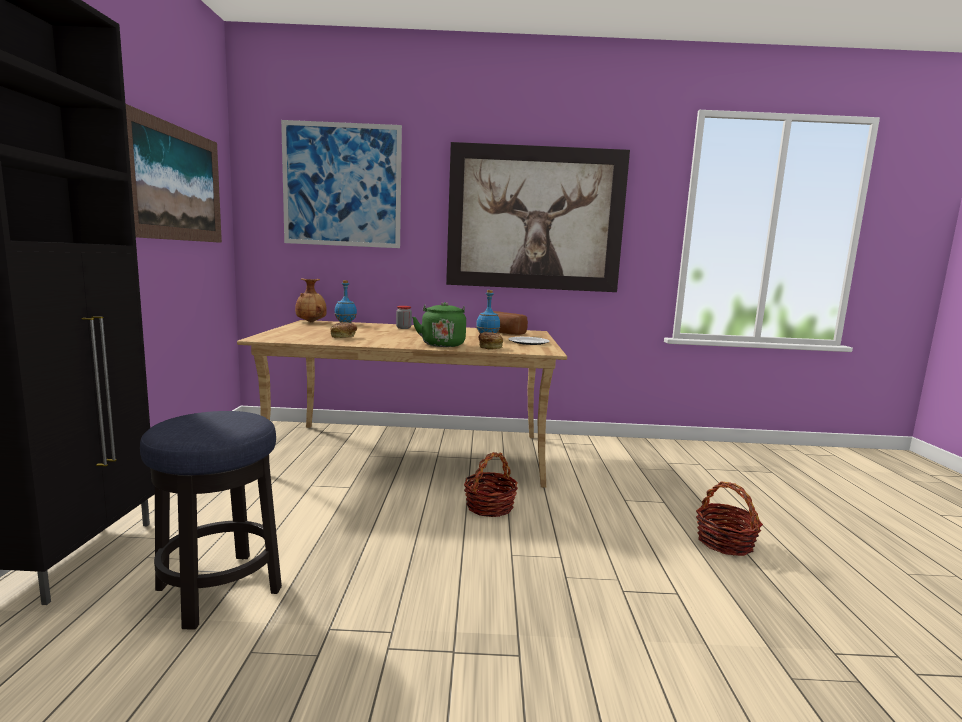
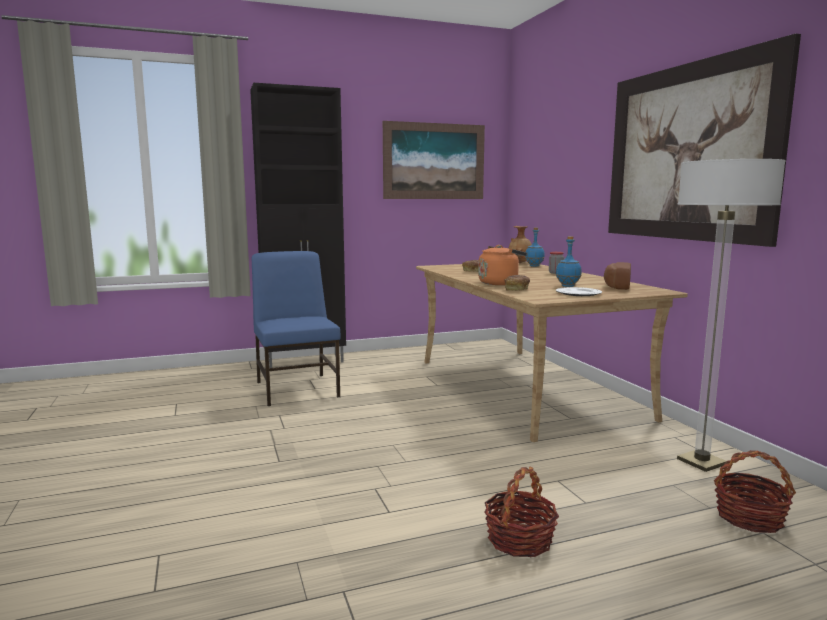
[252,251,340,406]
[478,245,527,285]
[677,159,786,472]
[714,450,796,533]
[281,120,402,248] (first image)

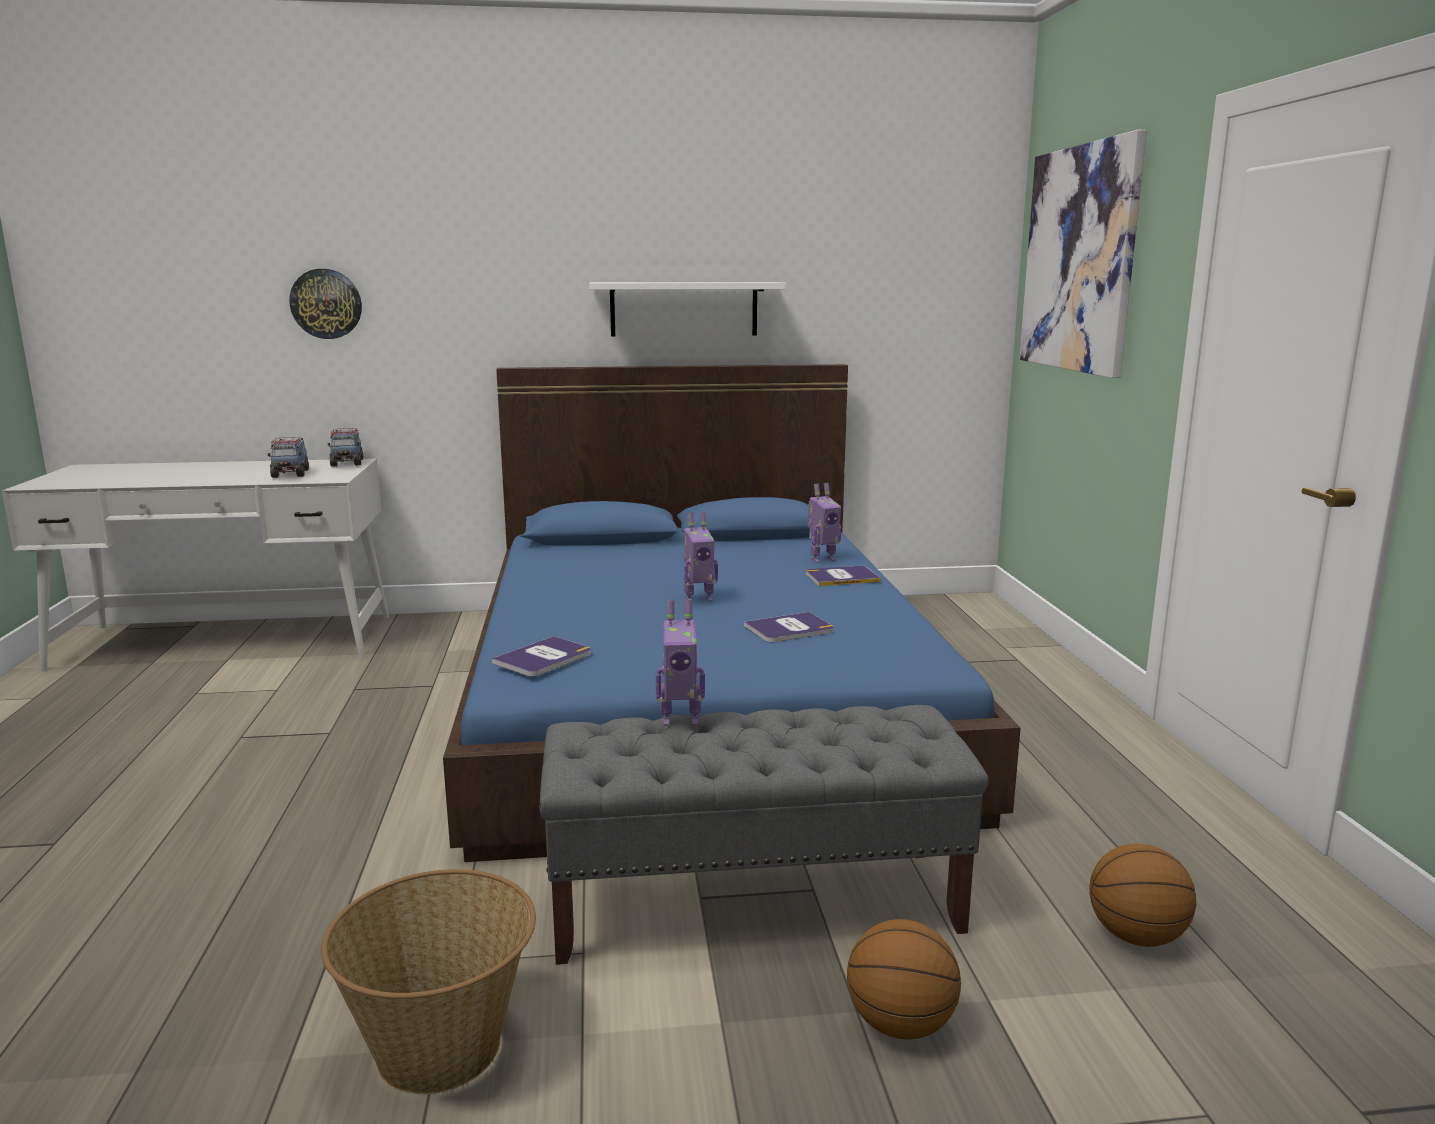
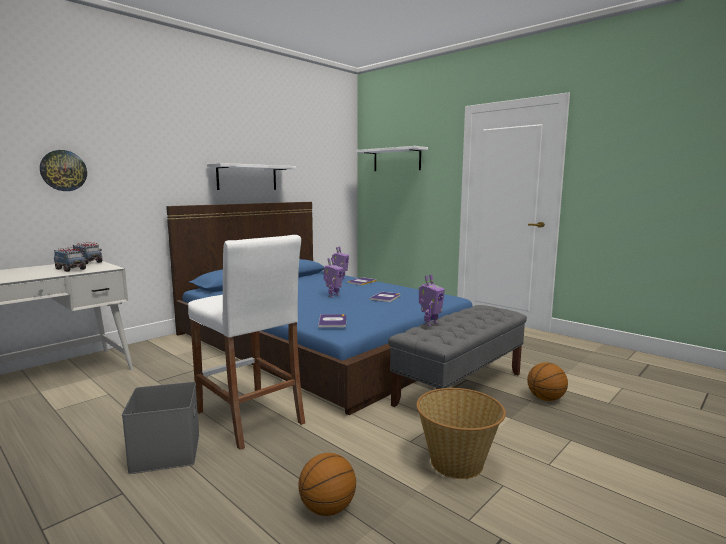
[122,382,200,474]
[188,235,305,450]
[299,453,356,516]
[356,146,428,171]

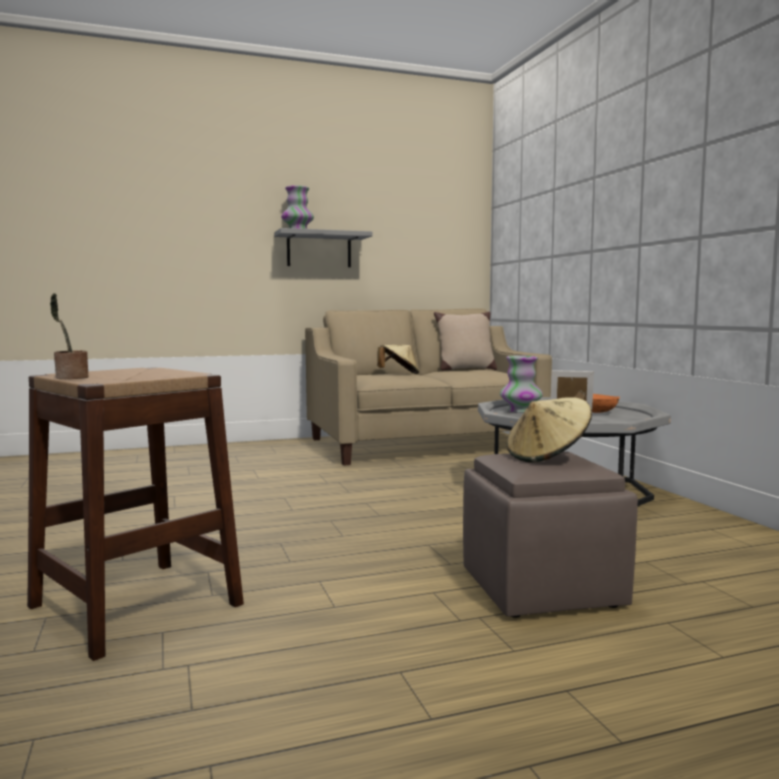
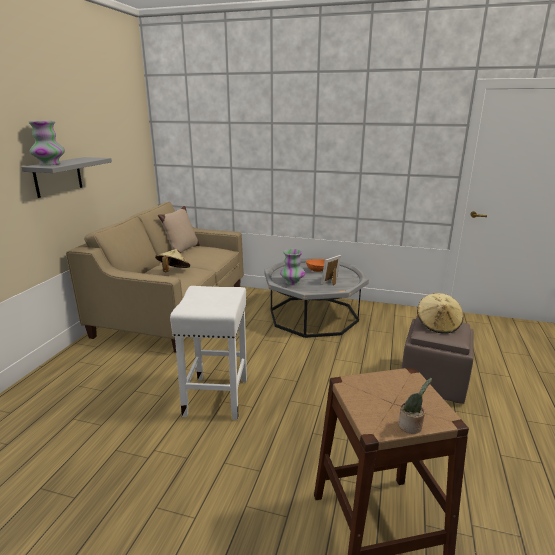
[170,286,247,420]

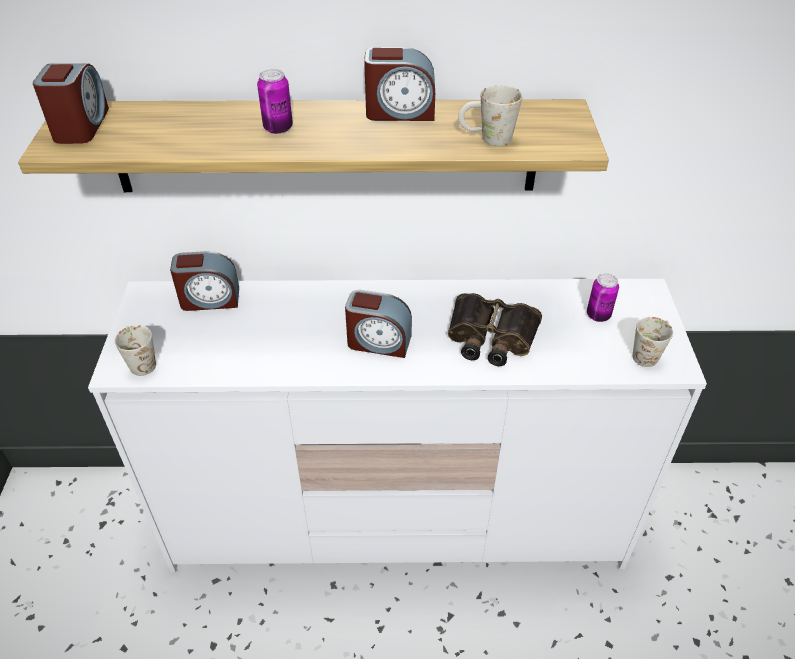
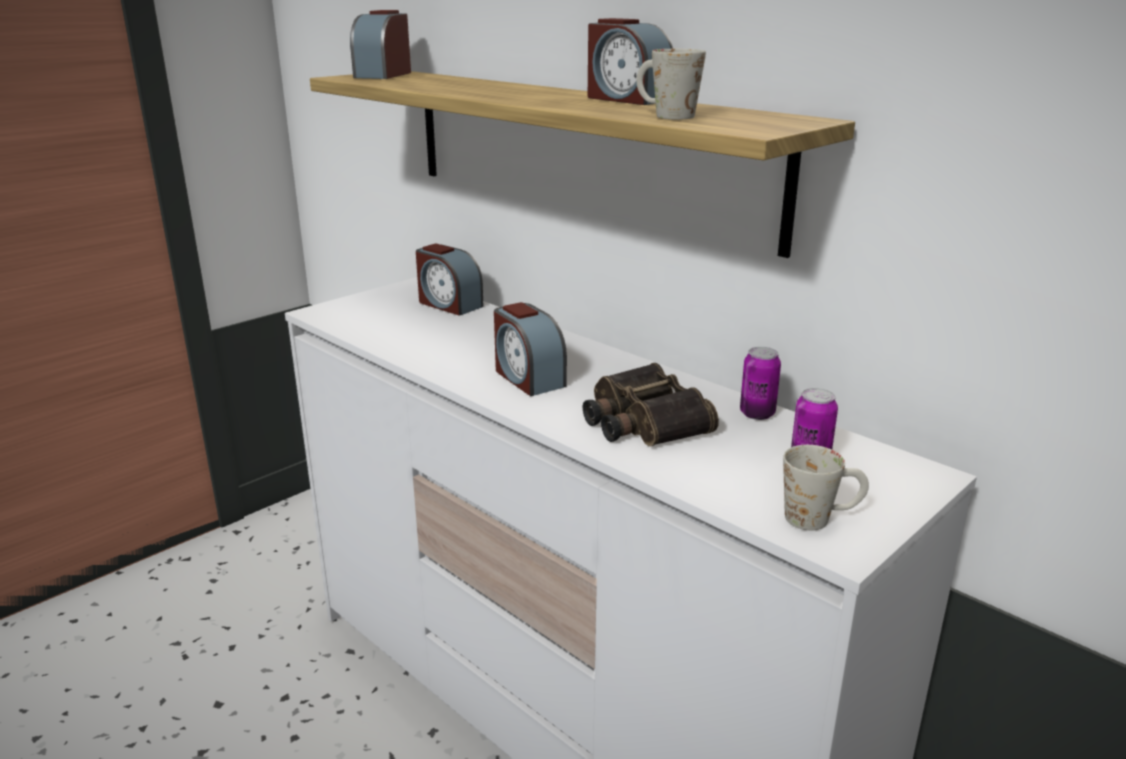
[350,10,411,79]
[740,347,781,420]
[115,325,156,376] (first image)

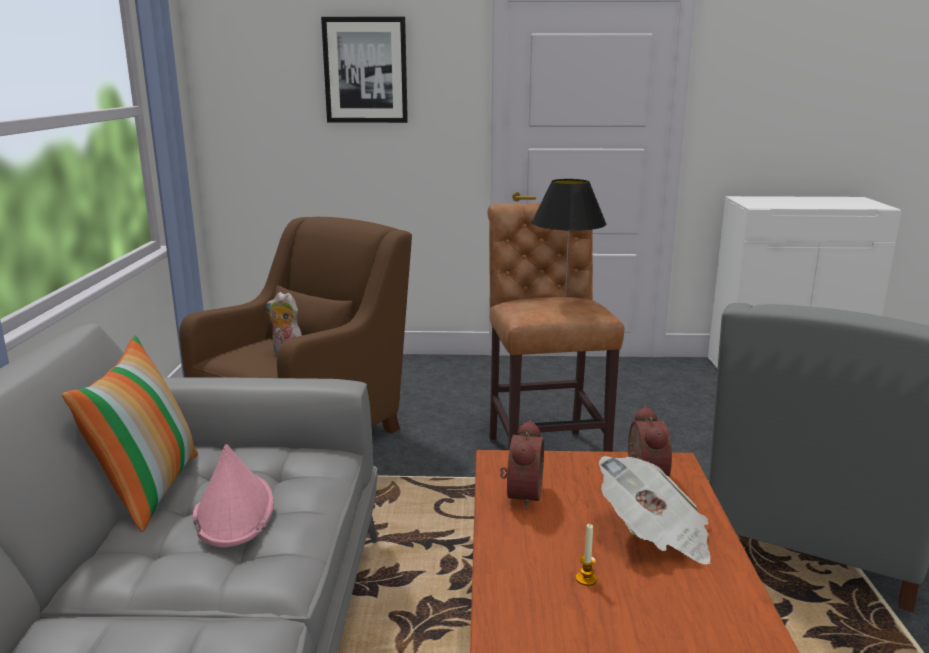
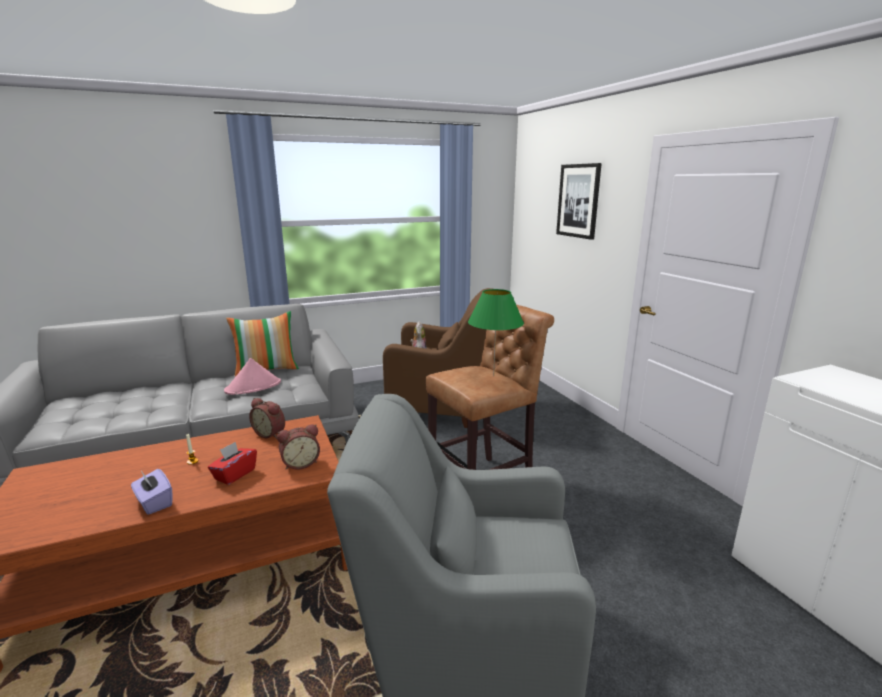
[131,469,173,515]
[208,442,257,485]
[249,398,285,439]
[468,289,524,376]

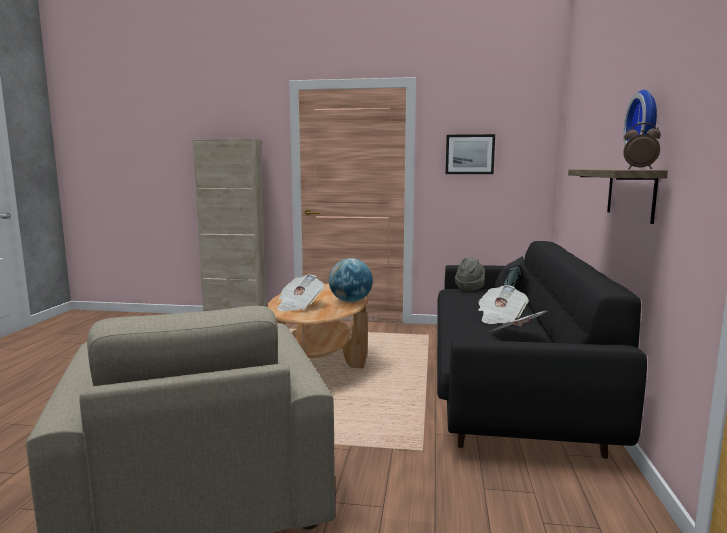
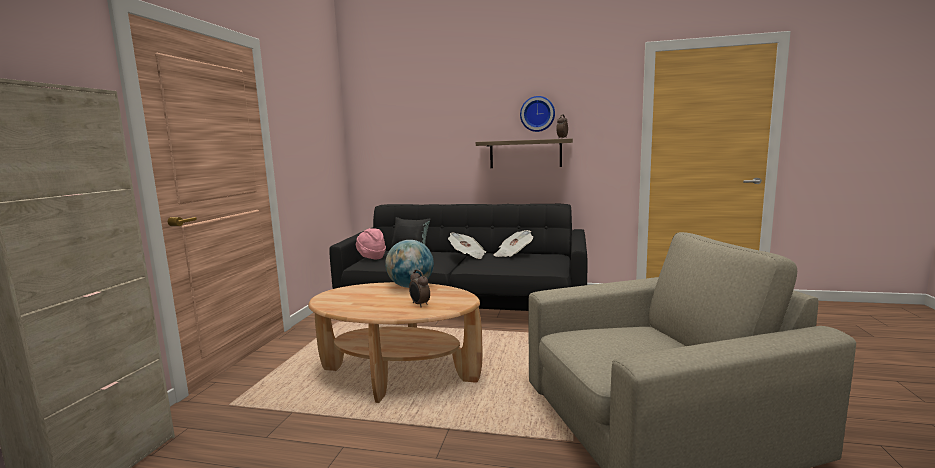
[356,228,386,259]
[409,269,430,307]
[446,134,495,174] (first image)

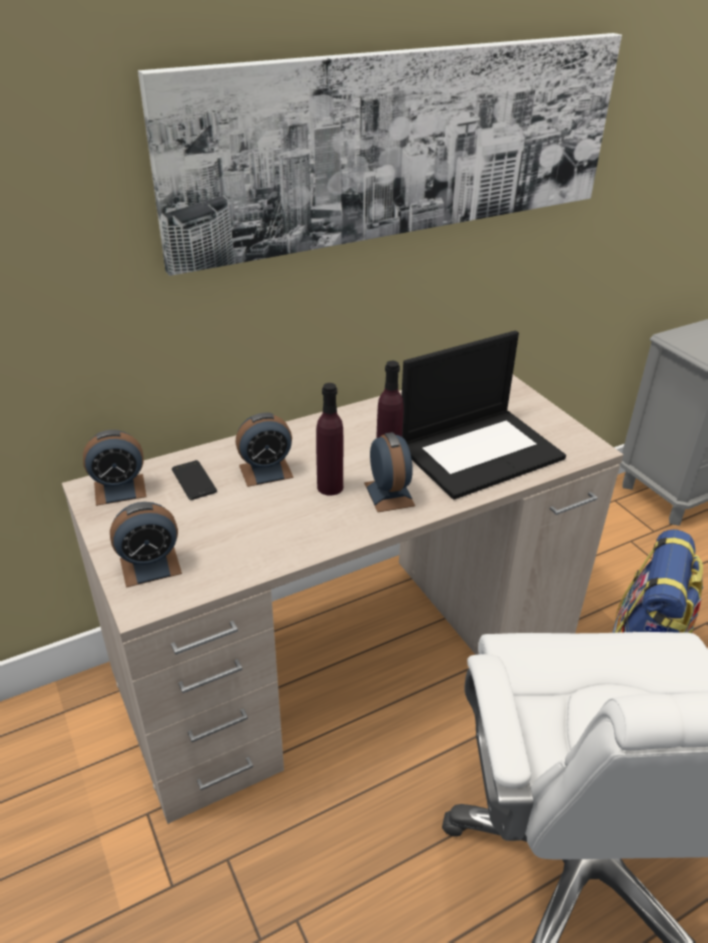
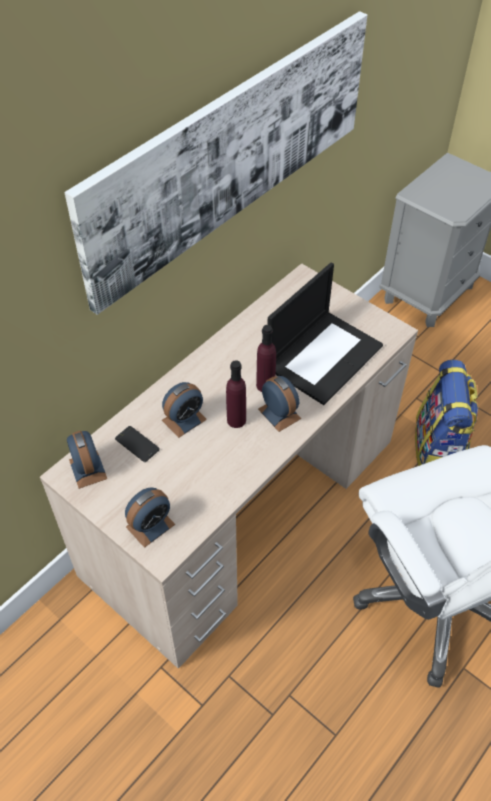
[67,431,107,489]

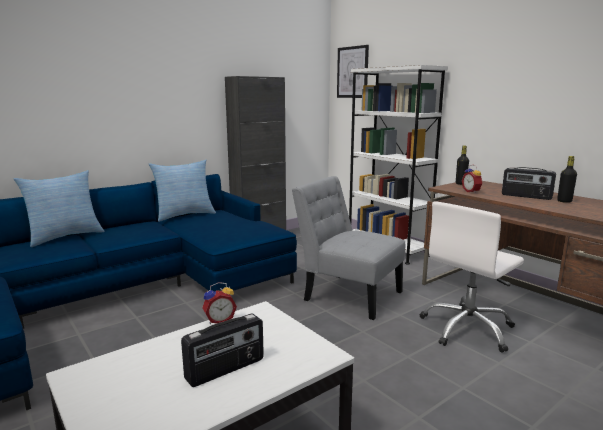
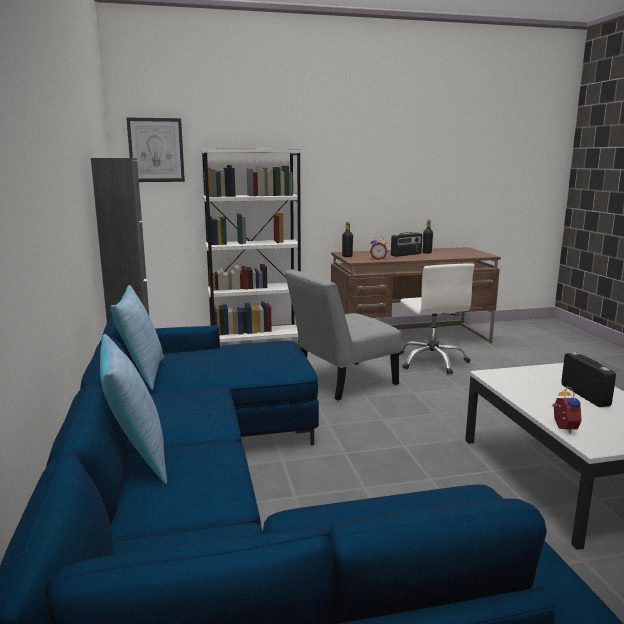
[552,386,582,434]

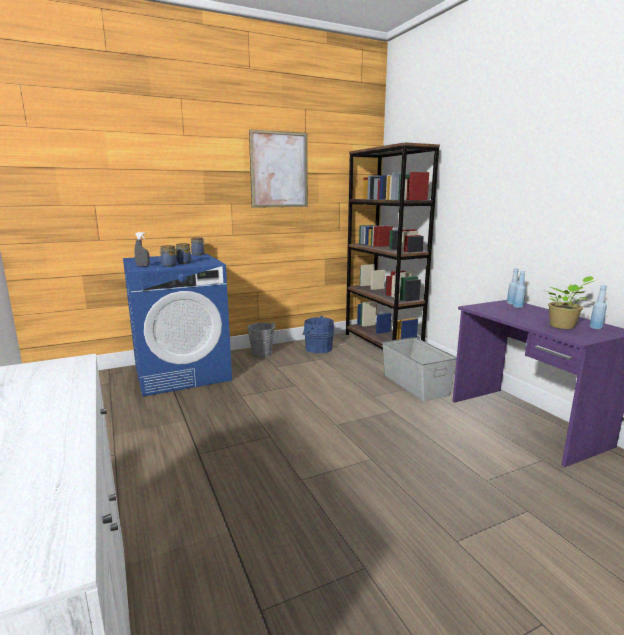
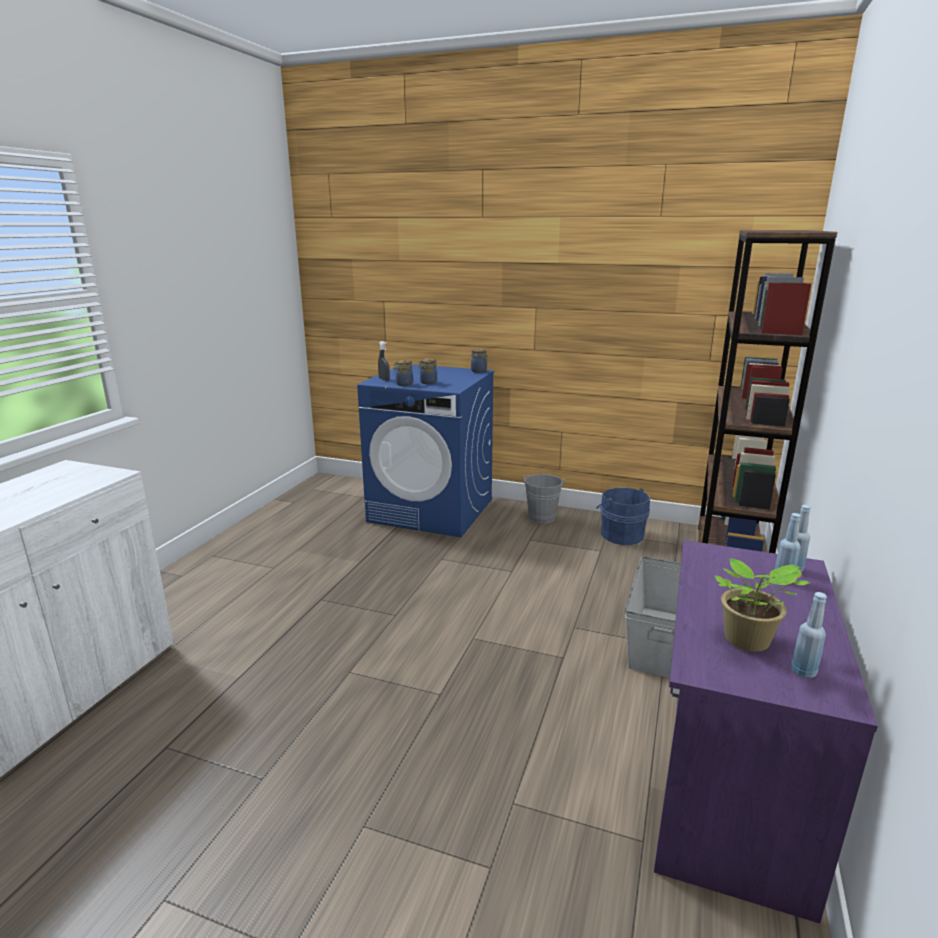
[249,129,308,208] (first image)

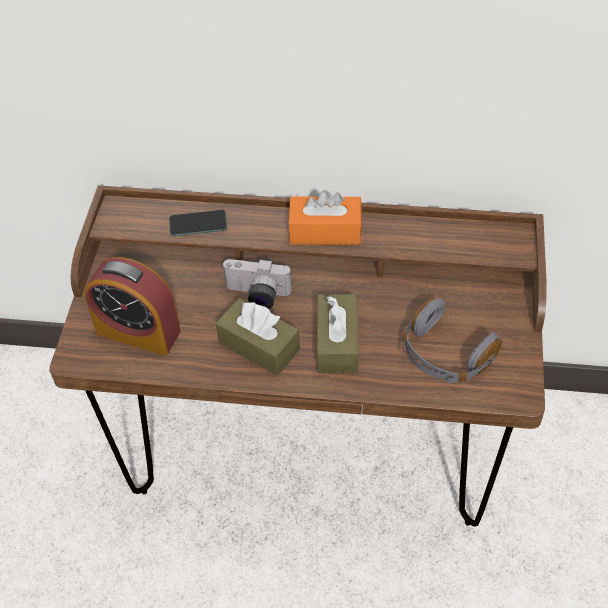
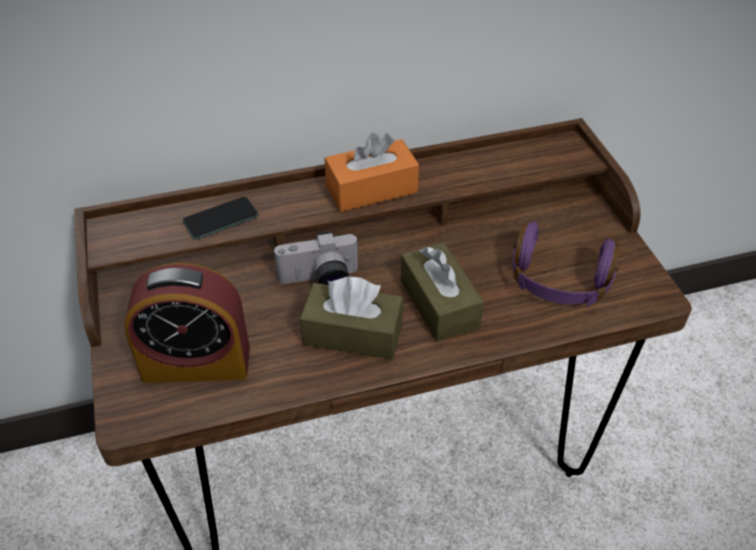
[512,222,620,307]

